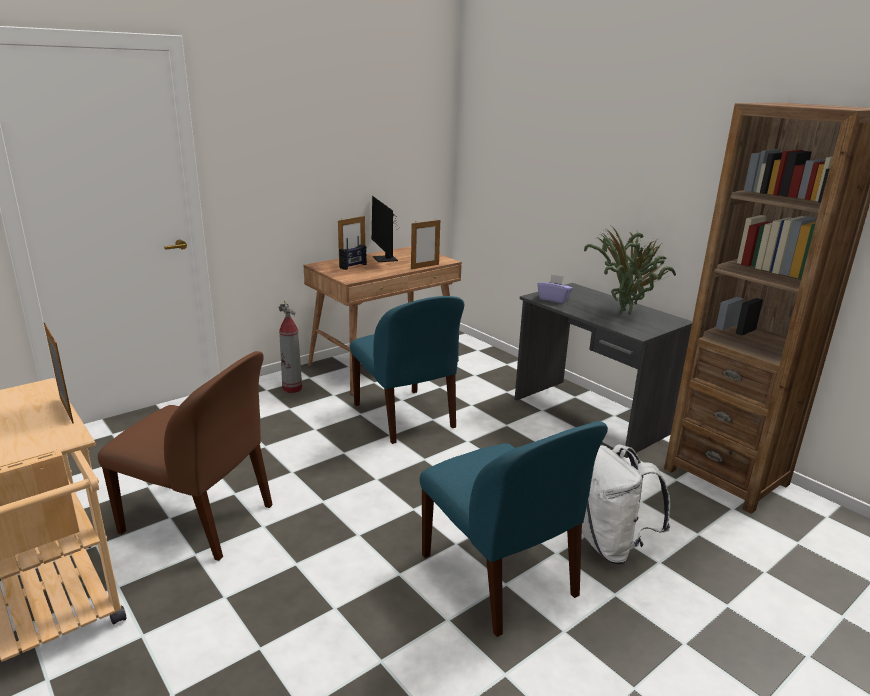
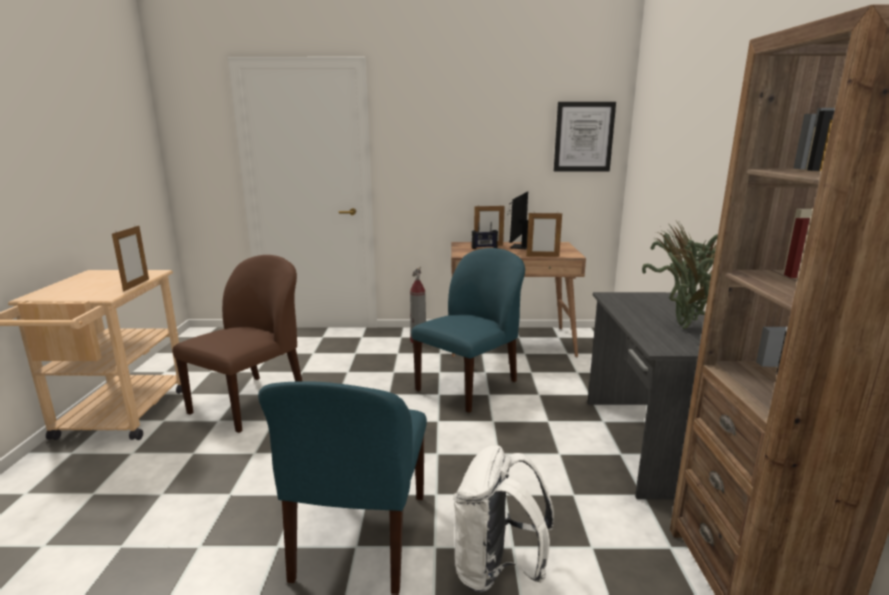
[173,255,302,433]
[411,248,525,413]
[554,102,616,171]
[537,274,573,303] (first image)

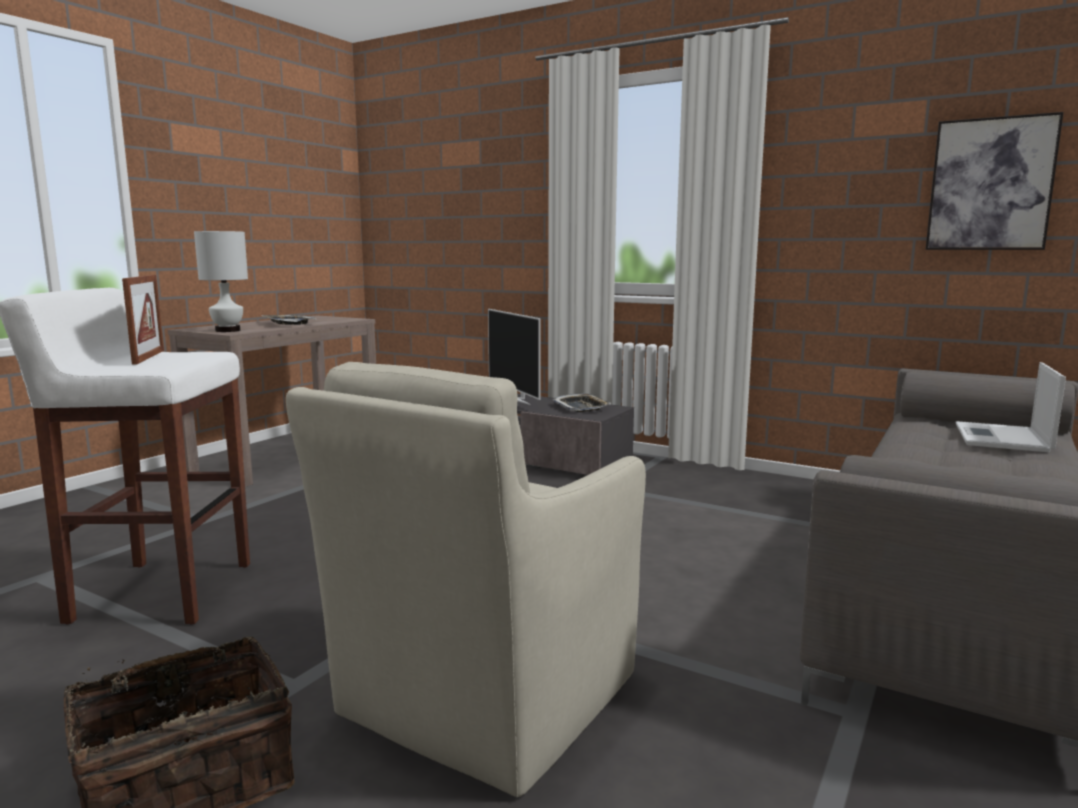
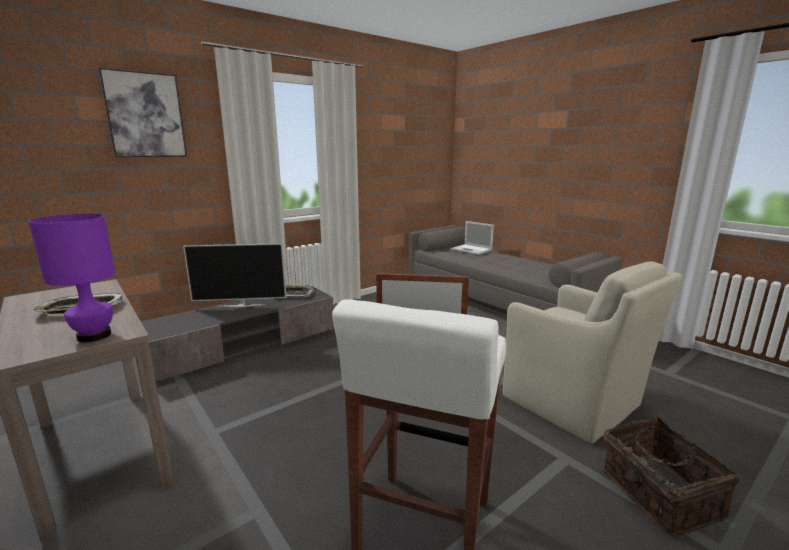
[28,213,115,342]
[98,67,187,157]

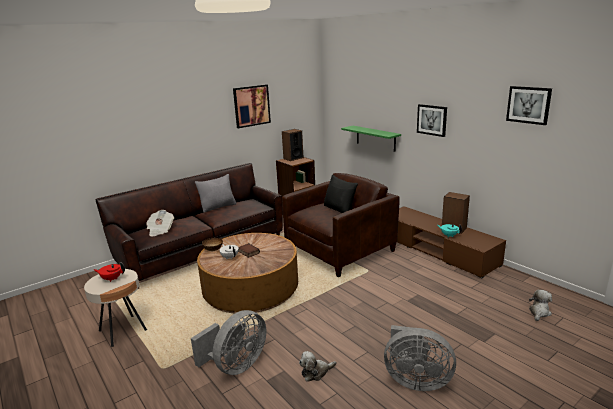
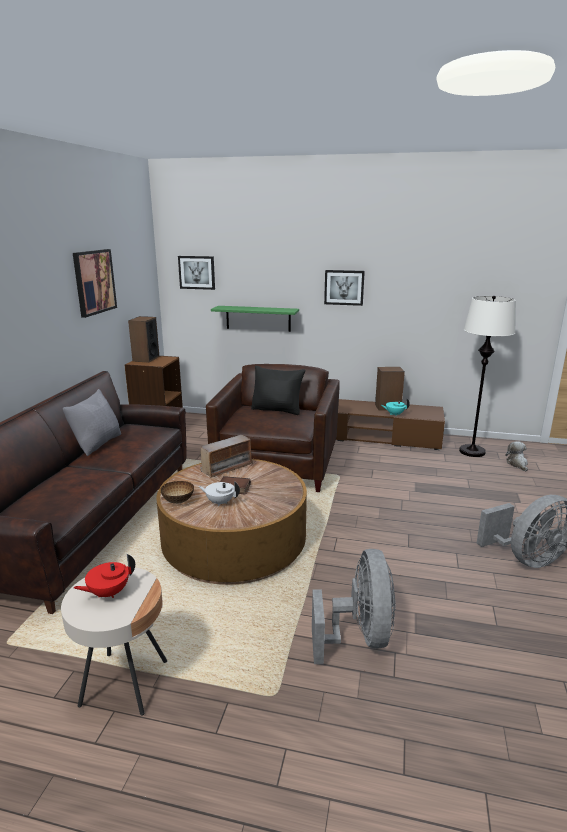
[178,256,215,290]
[200,435,253,478]
[459,296,516,457]
[146,210,174,236] (first image)
[299,351,337,382] (first image)

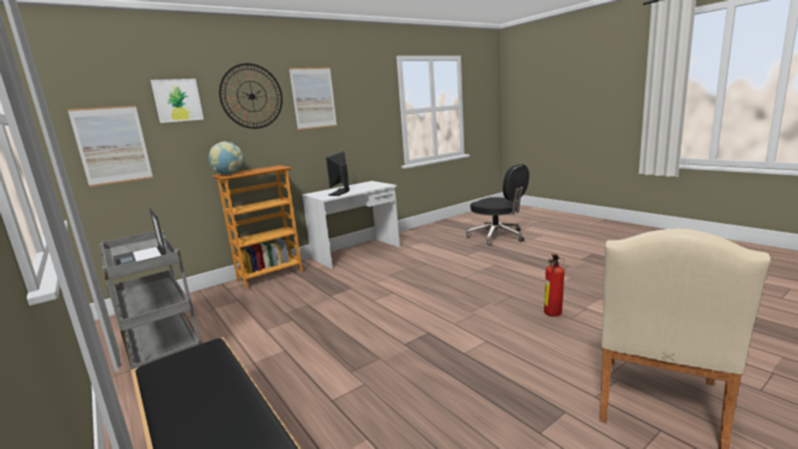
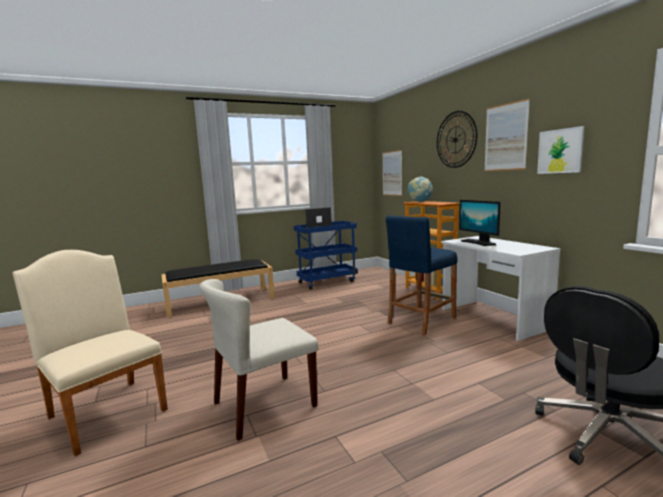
[200,279,319,441]
[294,221,358,290]
[386,215,457,335]
[459,200,501,246]
[537,126,584,174]

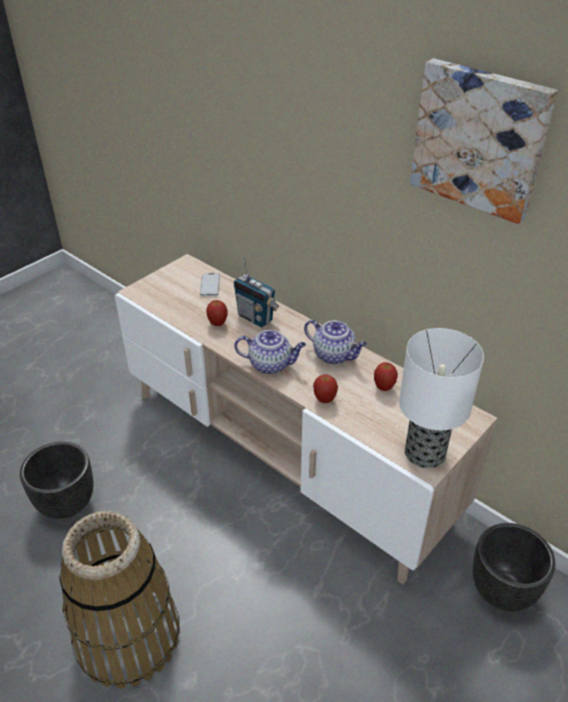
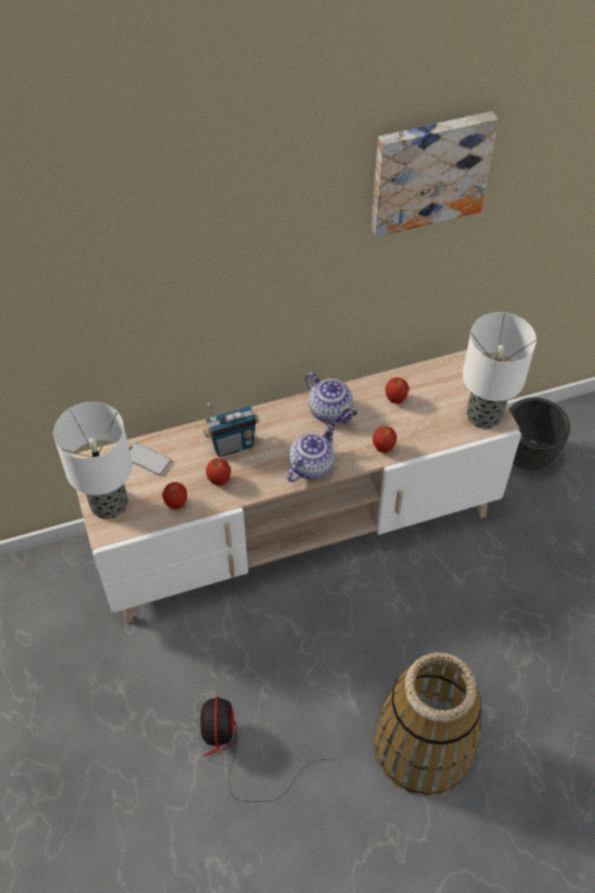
[54,402,132,519]
[162,482,187,510]
[201,696,333,802]
[305,372,357,423]

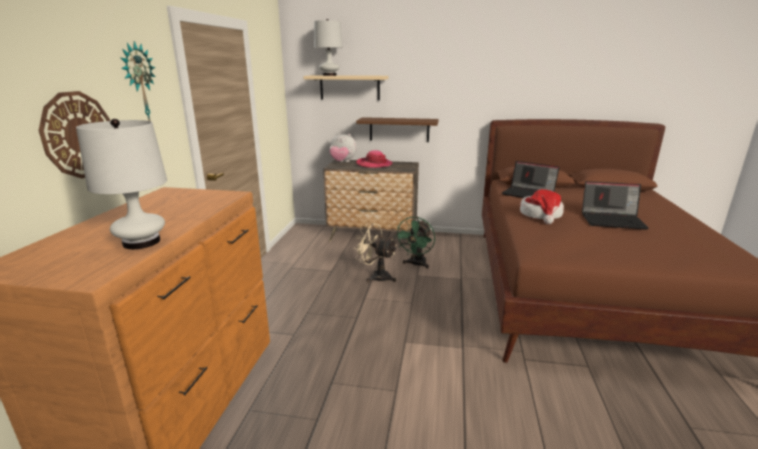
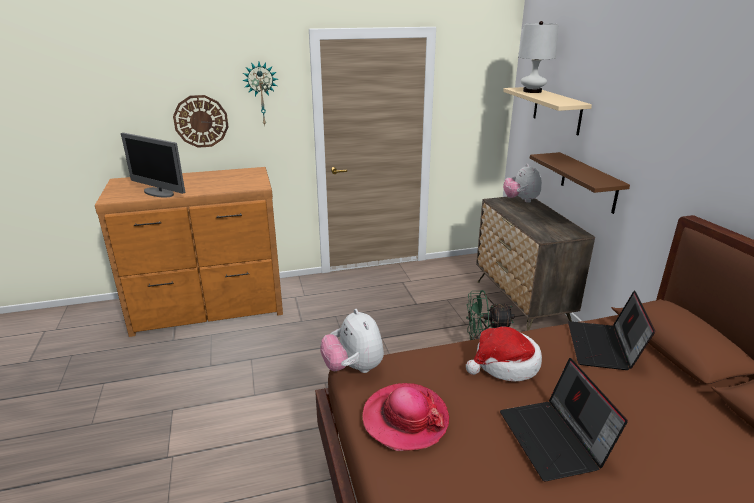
[121,133,185,197]
[321,309,384,373]
[362,383,449,451]
[355,222,397,283] (first image)

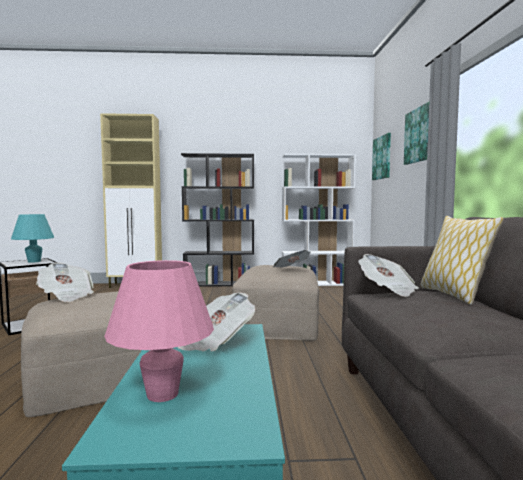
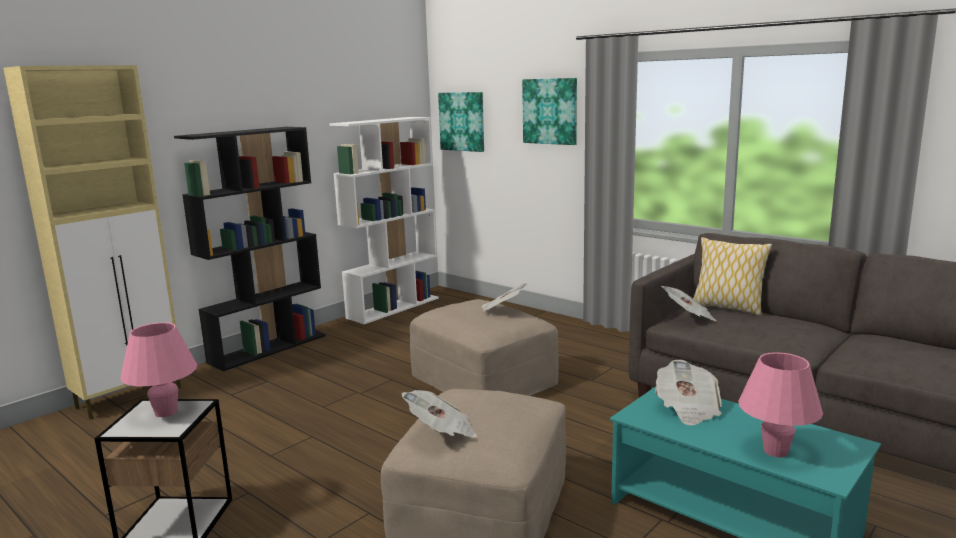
[120,322,197,417]

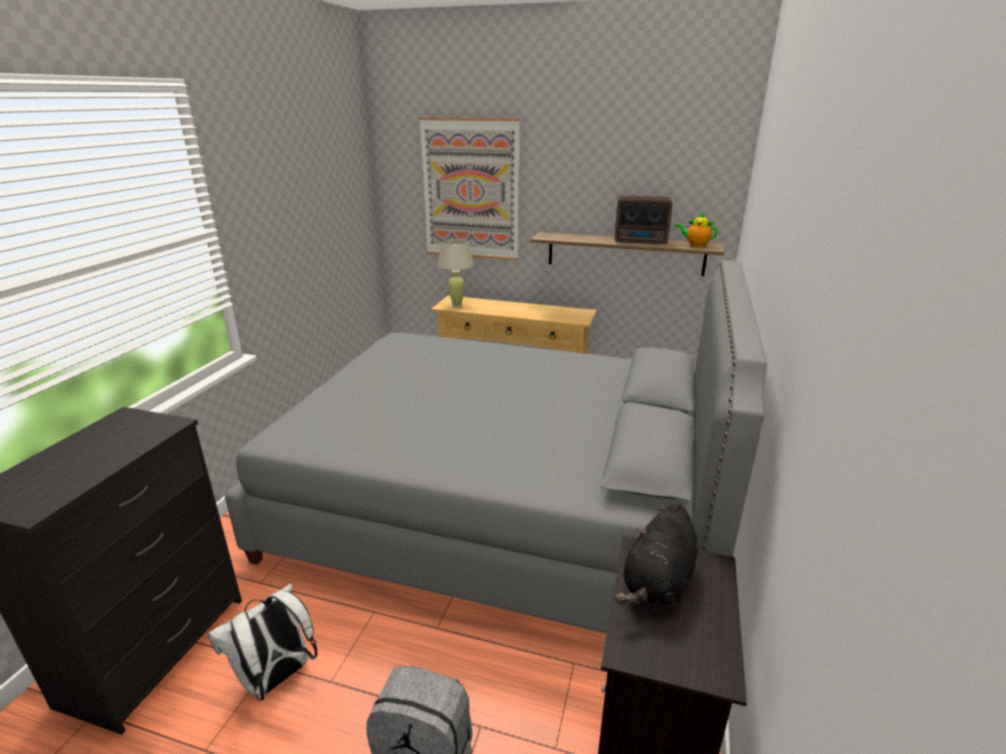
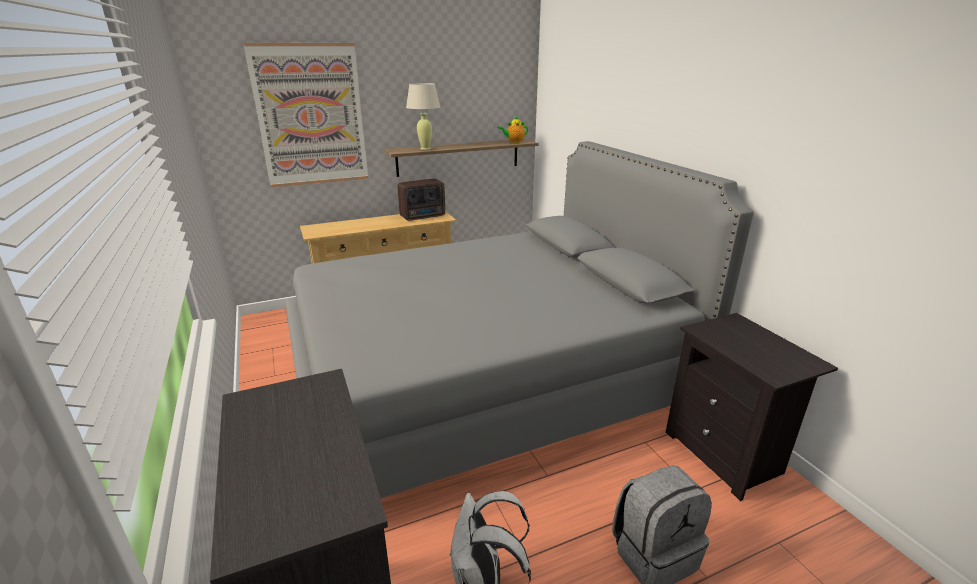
[398,179,445,221]
[406,83,440,150]
[615,503,698,605] (first image)

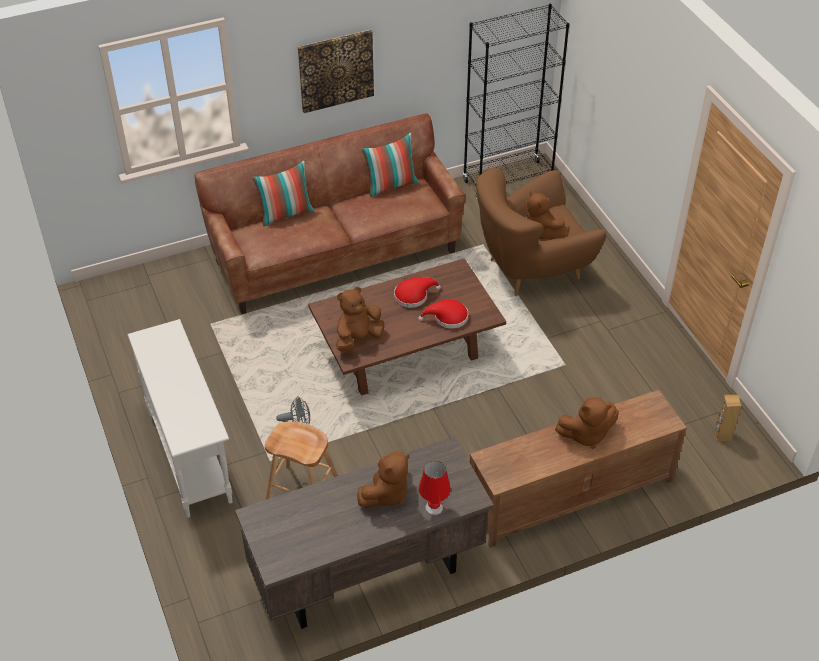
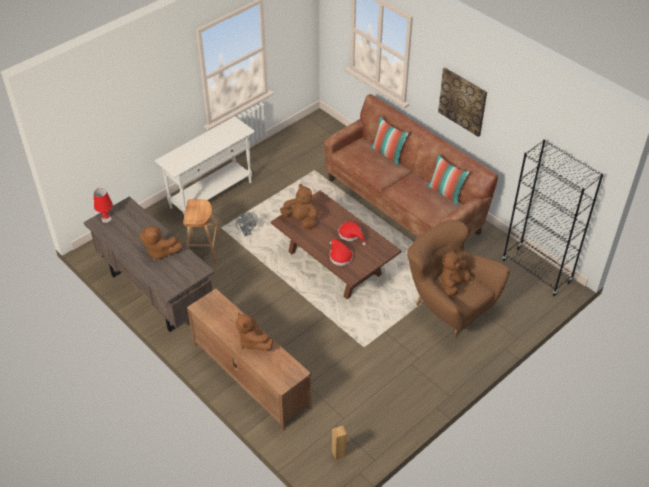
[94,188,113,223]

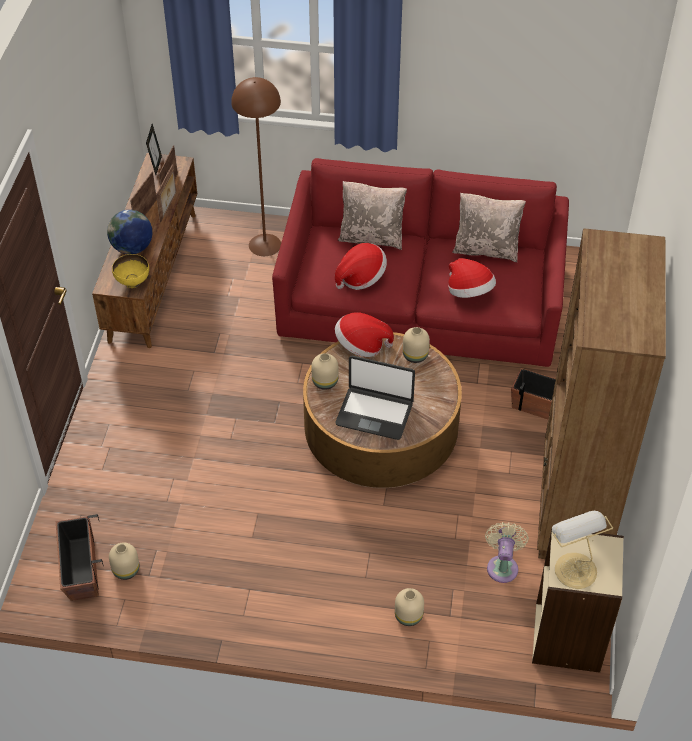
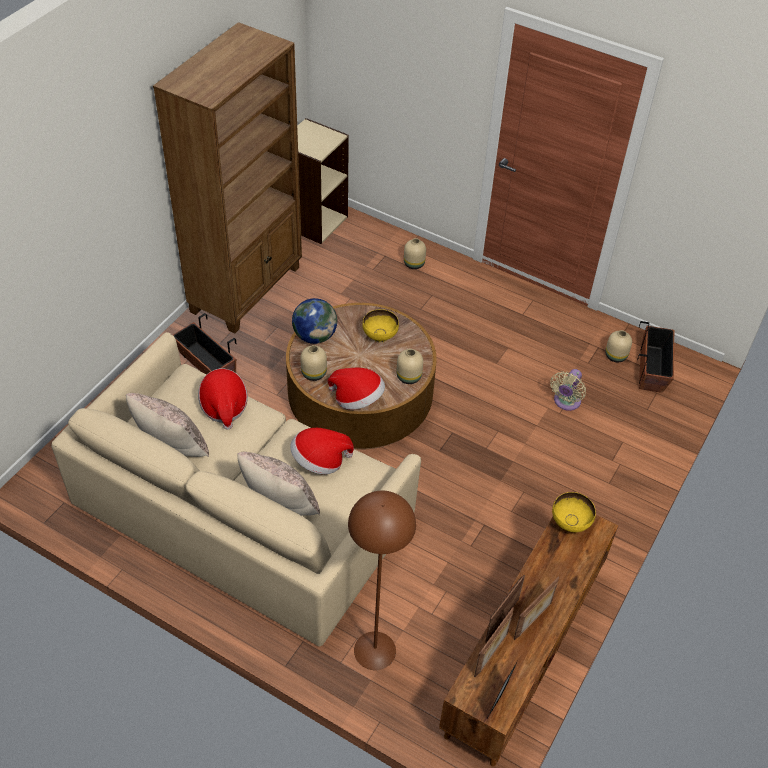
[51,332,421,646]
[292,298,337,344]
[362,309,399,343]
[550,369,586,411]
[552,511,613,589] (first image)

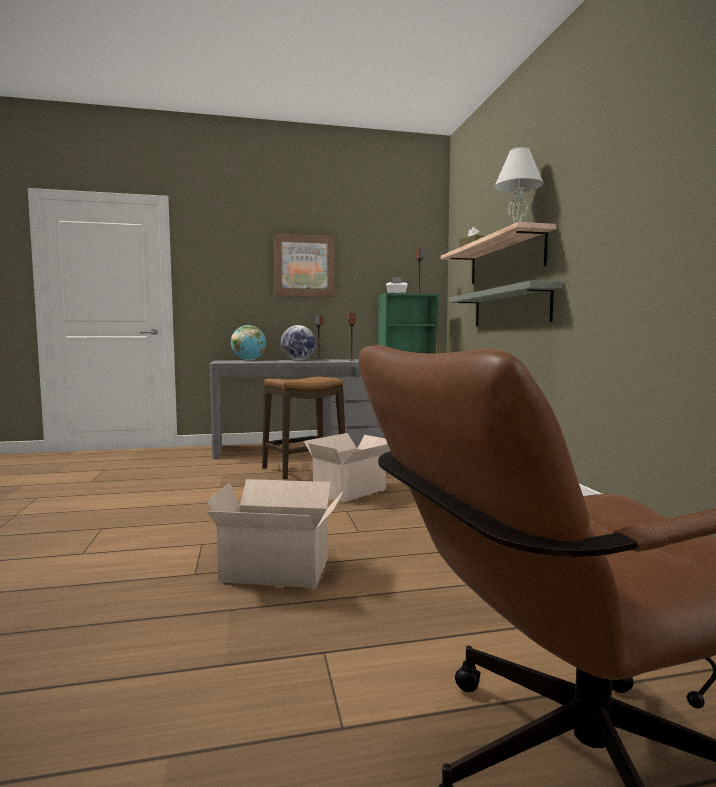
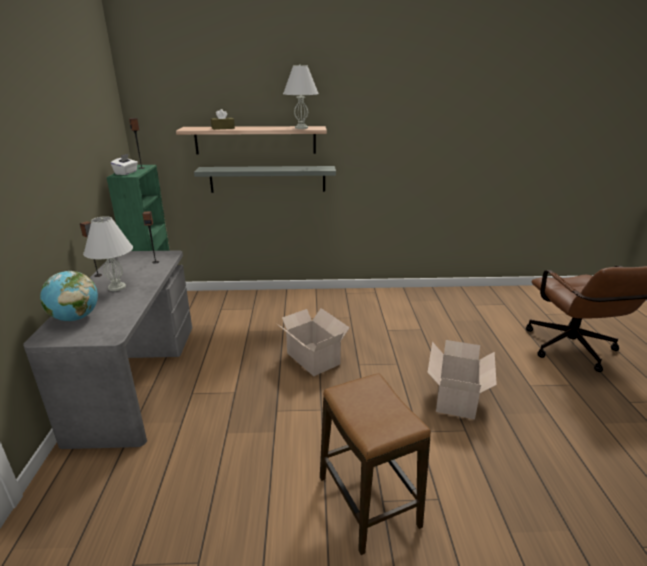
[83,216,133,291]
[320,373,431,555]
[274,234,335,297] (first image)

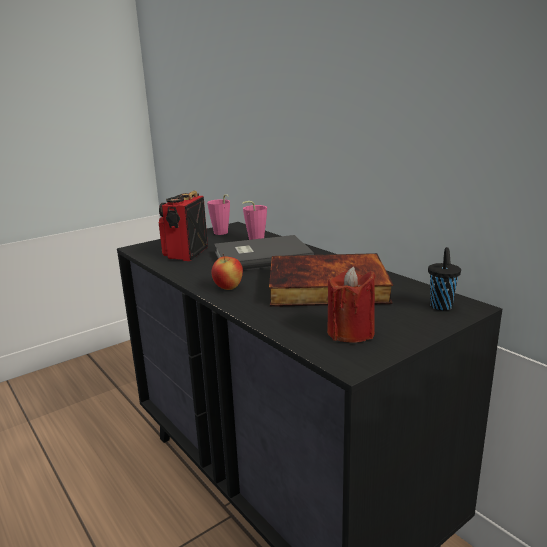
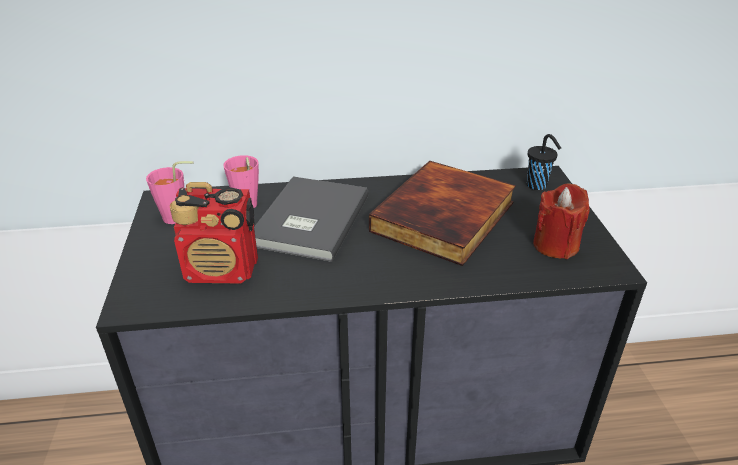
[170,182,258,284]
[212,254,243,290] (first image)

